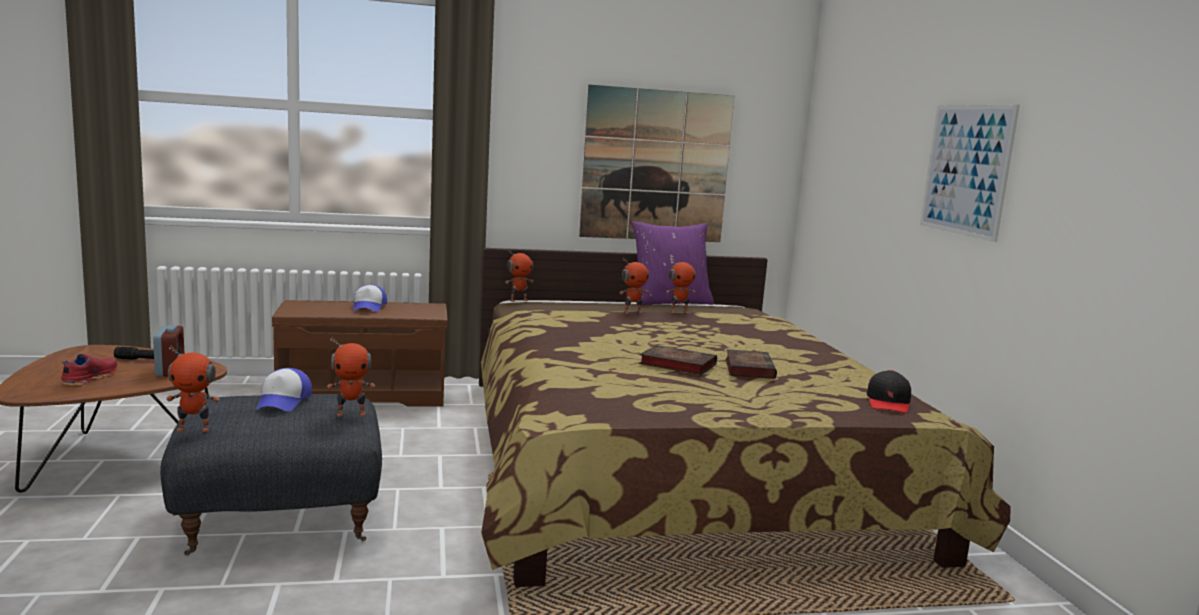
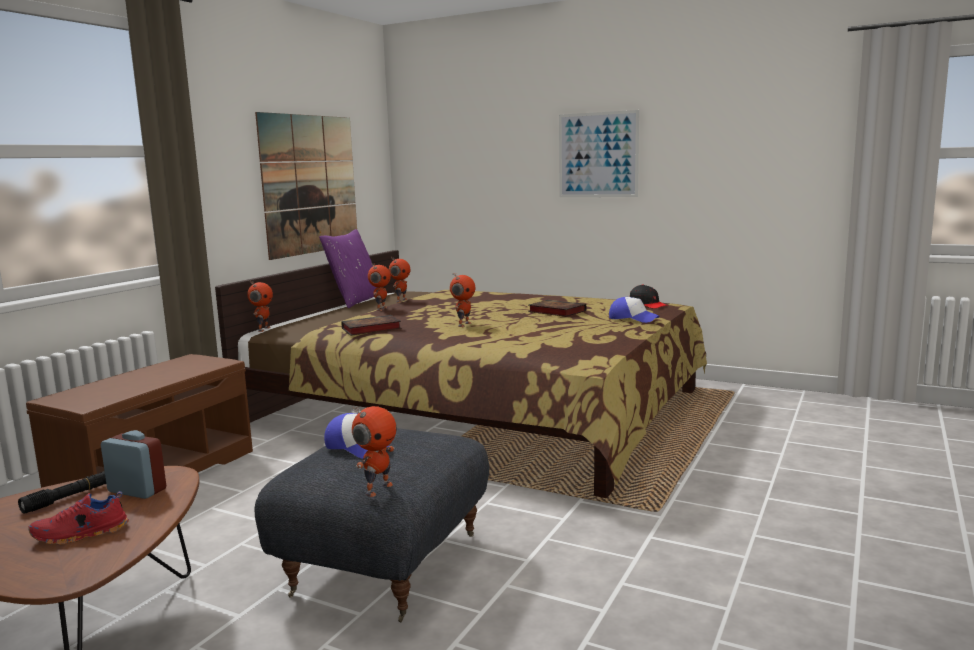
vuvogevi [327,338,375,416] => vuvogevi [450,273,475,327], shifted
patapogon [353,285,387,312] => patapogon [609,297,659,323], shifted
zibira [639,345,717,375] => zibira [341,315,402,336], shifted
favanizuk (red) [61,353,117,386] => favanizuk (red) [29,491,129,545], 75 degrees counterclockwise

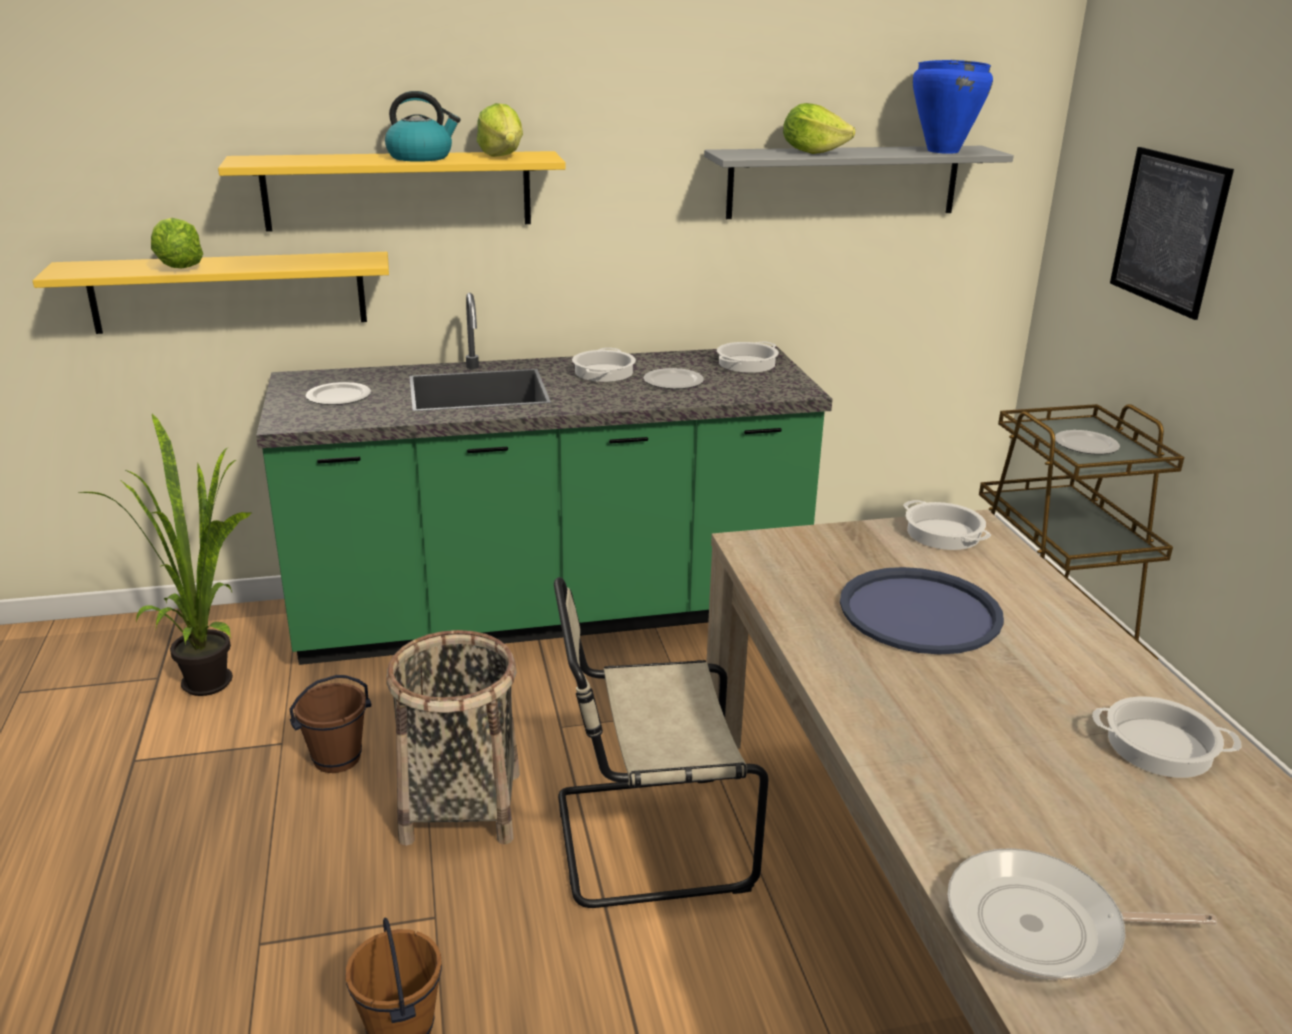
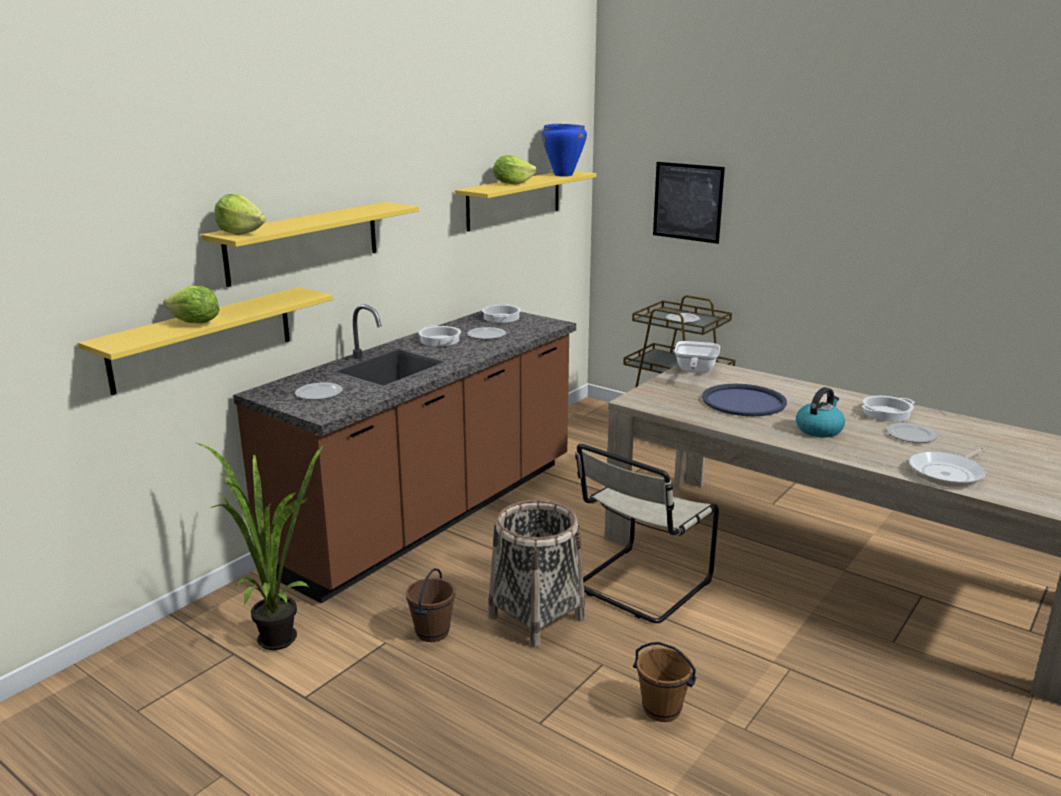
nothing => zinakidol [886,423,937,443]
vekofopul [385,91,461,162] => vekofopul [796,387,845,437], shifted
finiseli [477,103,523,157] => finiseli [214,194,266,235], shifted
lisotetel [903,500,991,550] => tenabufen [674,341,720,373]
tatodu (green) [256,293,832,665] => tatodu (brown) [233,304,576,604]
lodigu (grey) [704,146,1014,219] => lodigu (yellow) [455,171,597,232]

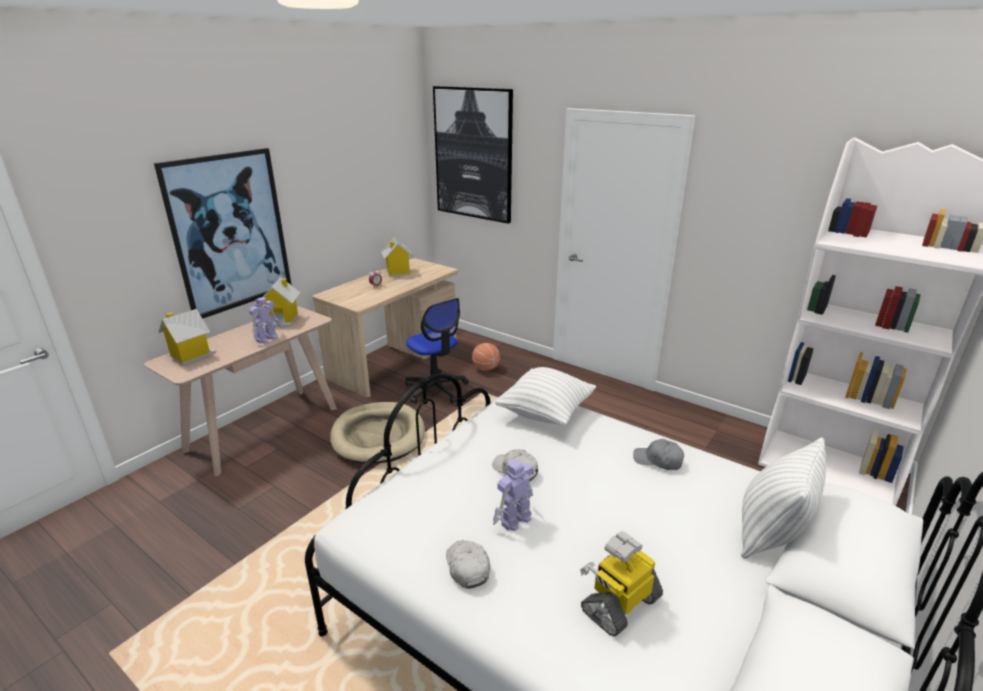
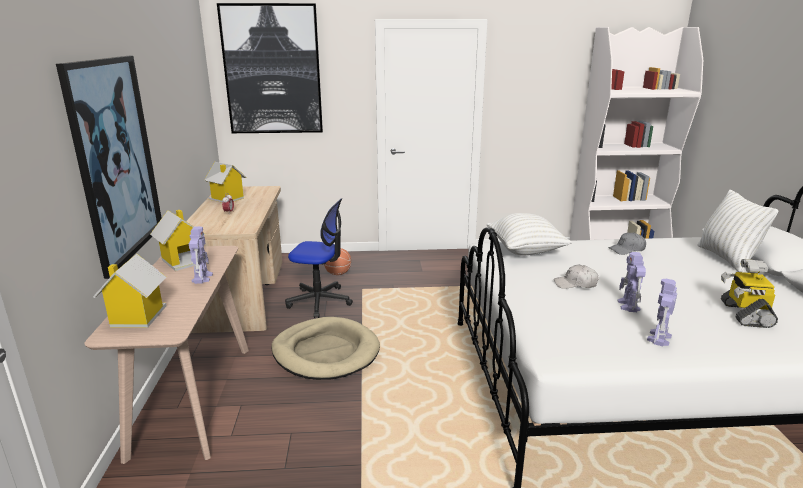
patapogon (white) [446,540,490,589] => vuvogevi [647,279,677,347]

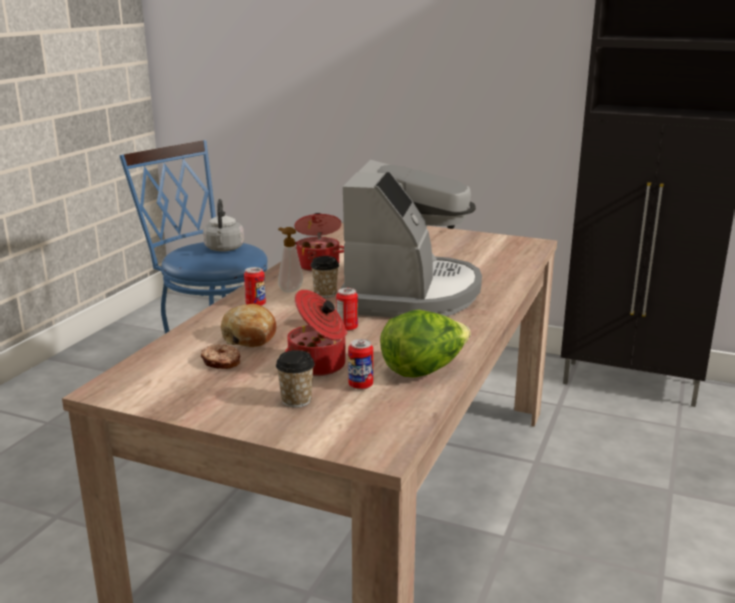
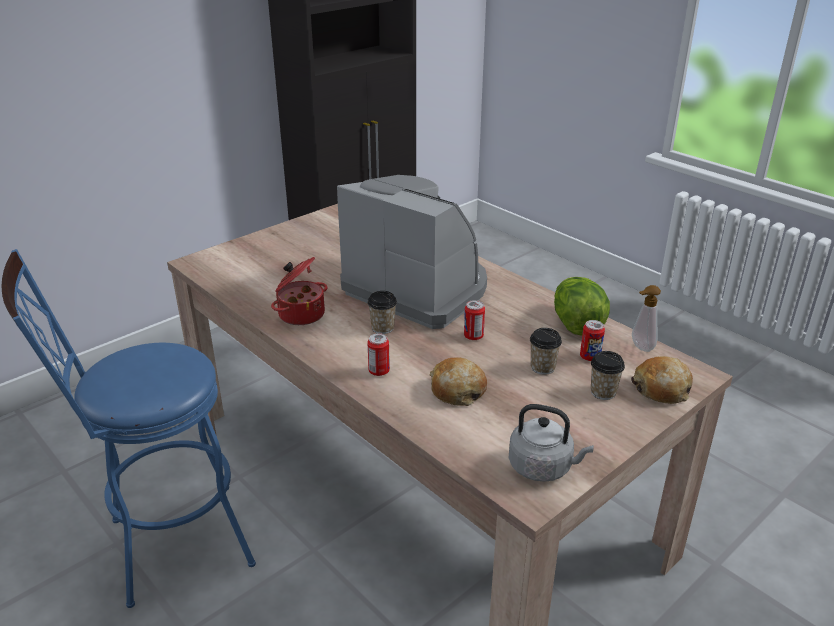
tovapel [201,344,240,369] => nothing
nothing => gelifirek [631,356,693,404]
vekofopul (grey) [203,199,244,252] => vekofopul (grey) [509,404,594,482], shifted
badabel [278,227,303,293] => badabel [632,285,661,352], shifted
lisotetel [285,290,347,376] => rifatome [530,328,562,375]

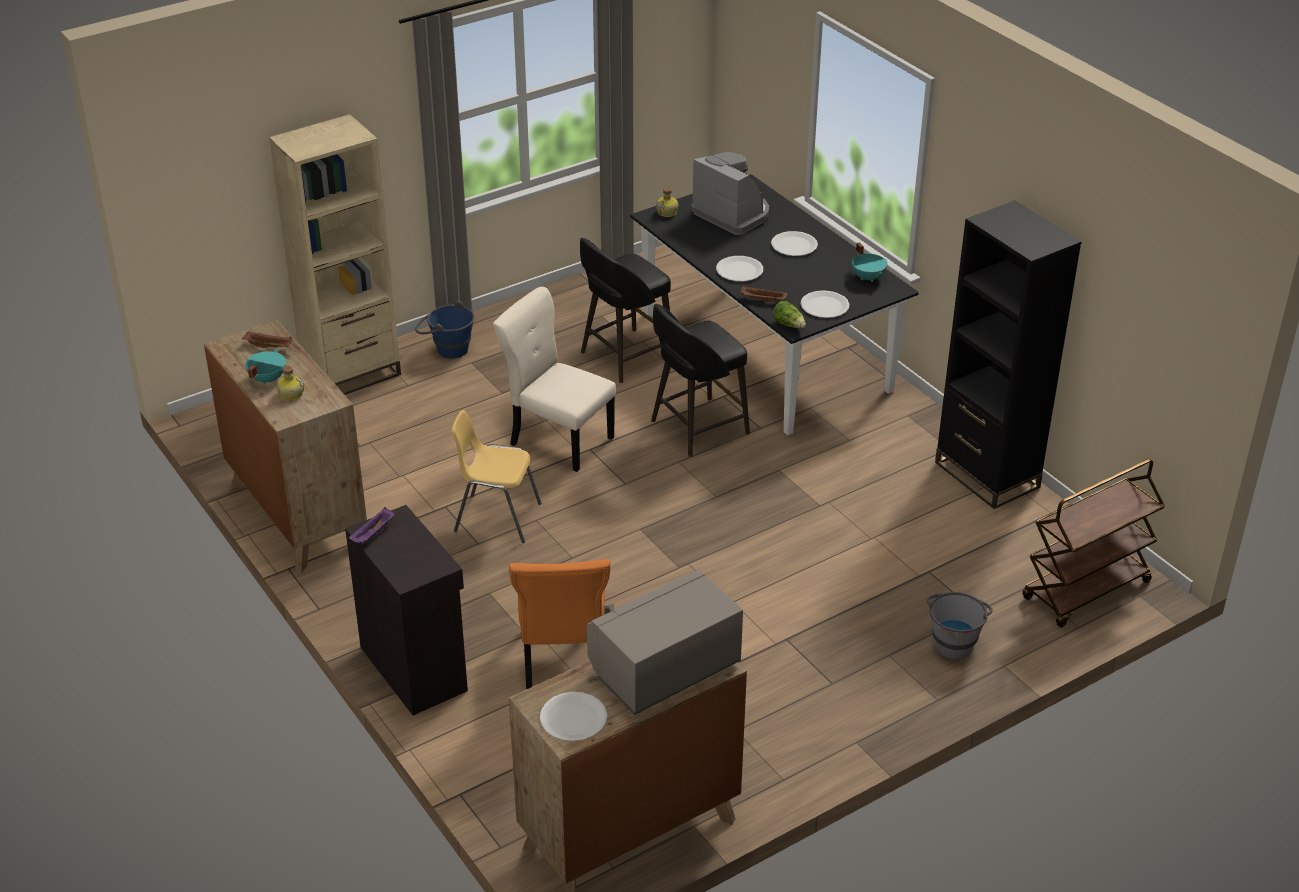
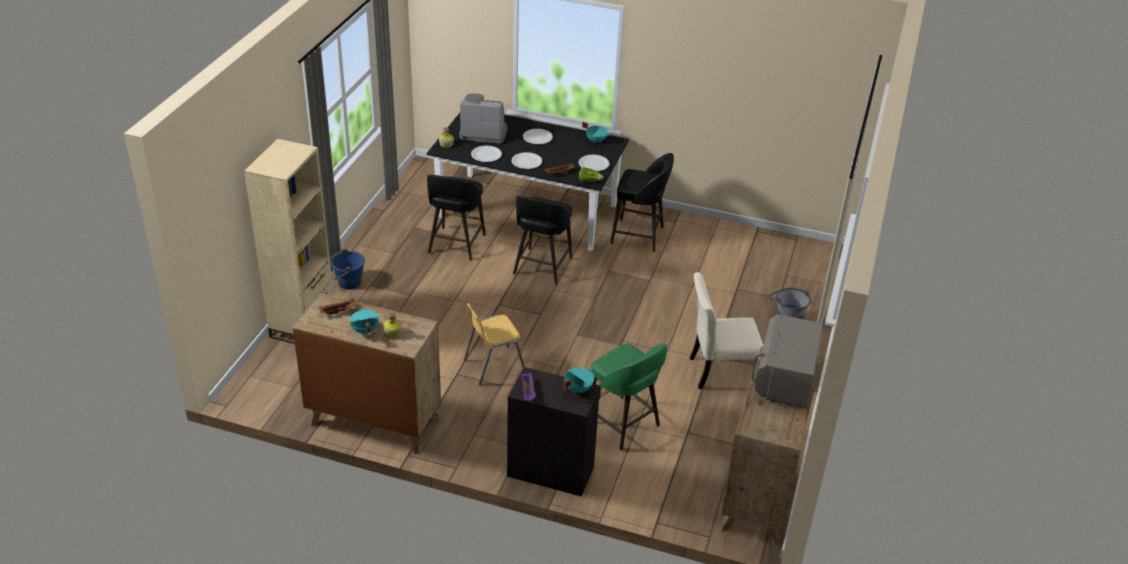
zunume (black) [935,200,1082,509] => nothing
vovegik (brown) [1022,459,1165,627] => nothing
nothing => lisotetel (turquoise) [563,368,594,393]
nothing => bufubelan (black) [610,153,674,252]
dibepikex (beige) [493,287,616,472] => dibepikex (beige) [690,272,764,389], shifted
zinakidol (white) [540,692,607,741] => zinakidol (white) [471,146,502,162], shifted
dibepikex (orange) [509,559,611,689] => bufubelan (green) [591,343,667,450]

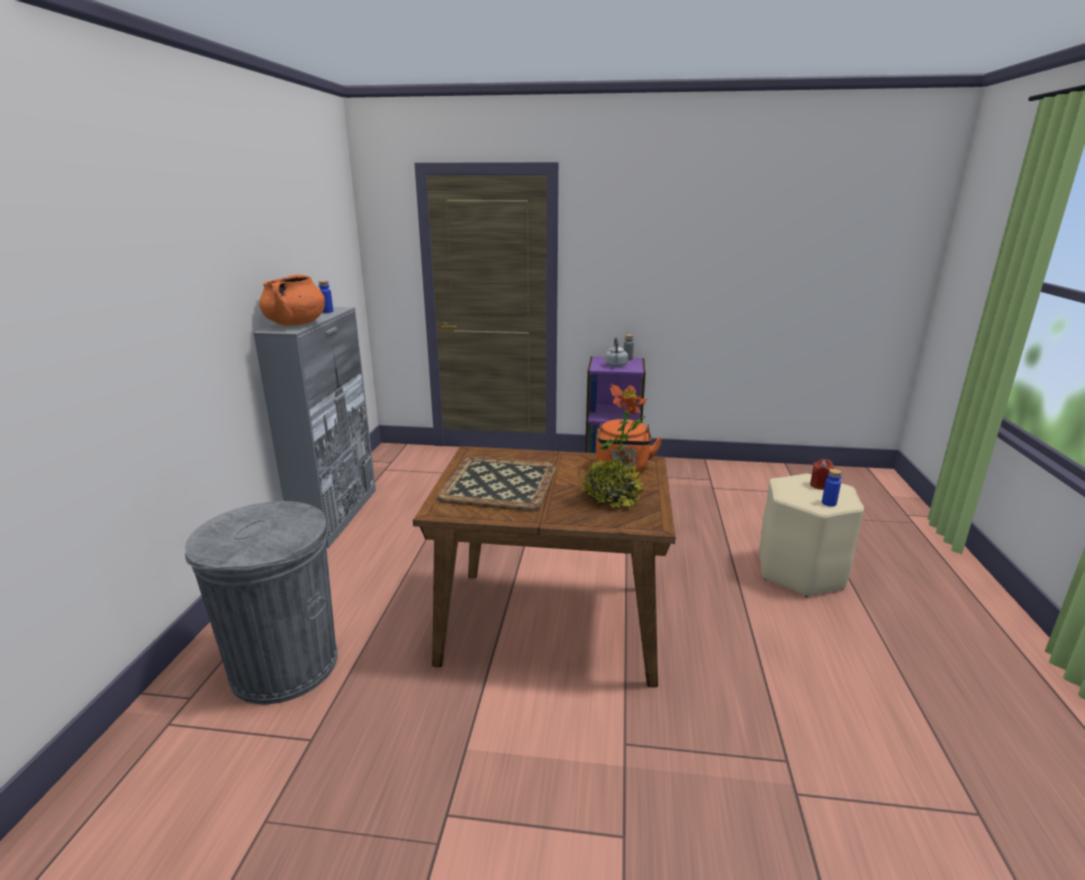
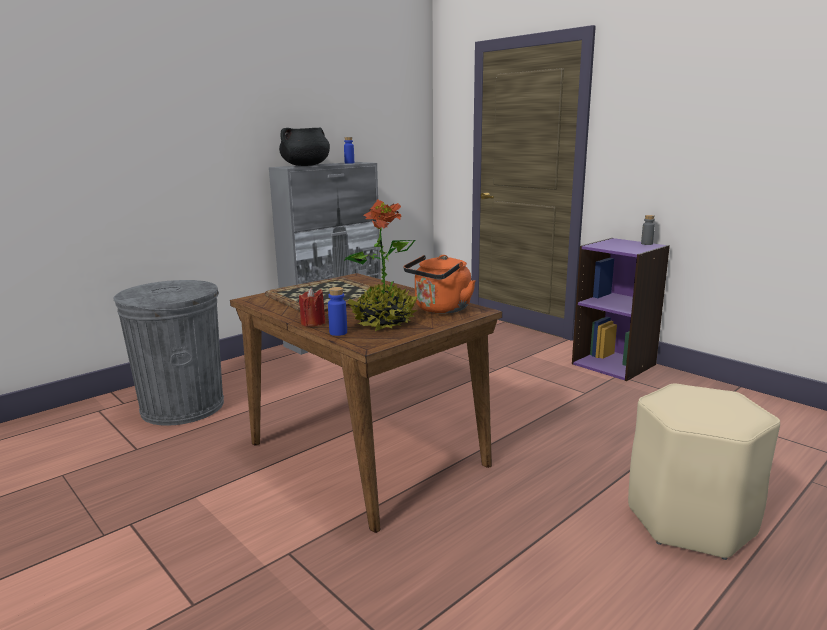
vekofopul (grey) [605,337,628,367] => nothing
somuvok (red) [810,459,834,490] => somuvok (red) [299,288,326,327], shifted
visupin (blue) [822,469,842,507] => visupin (blue) [328,287,347,336], shifted
lisotetel (orange) [259,274,325,326] => lisotetel (black) [279,127,330,166]

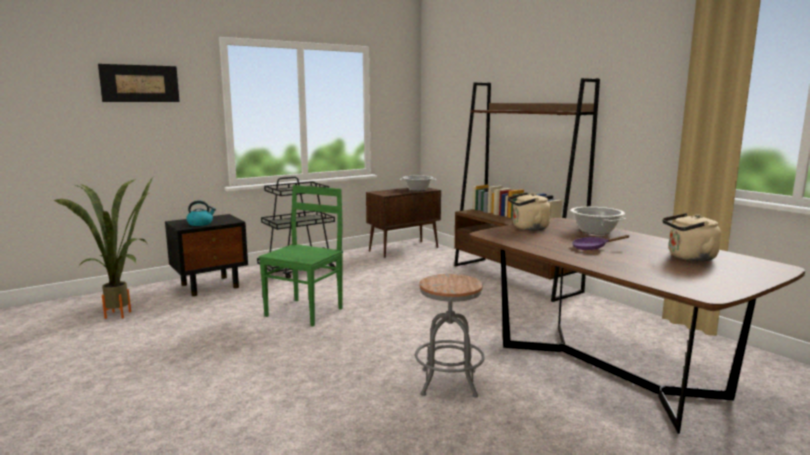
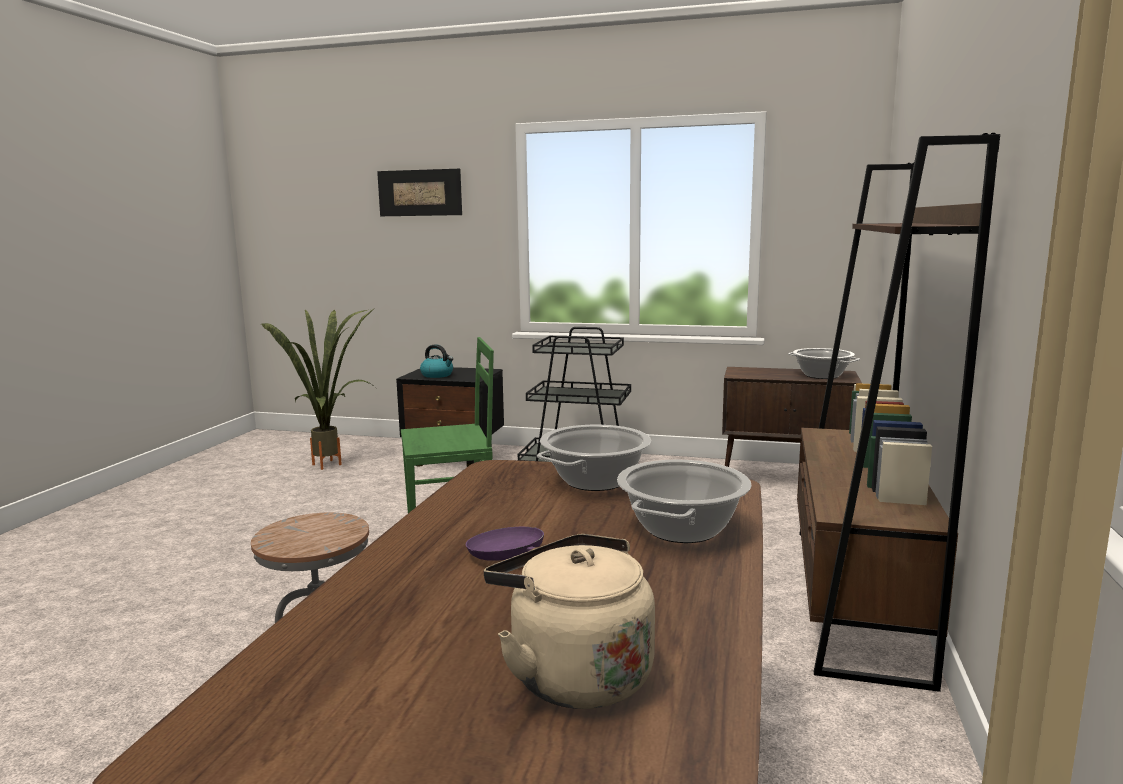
vekofopul (beige) [508,193,551,231] => lisotetel [537,425,651,491]

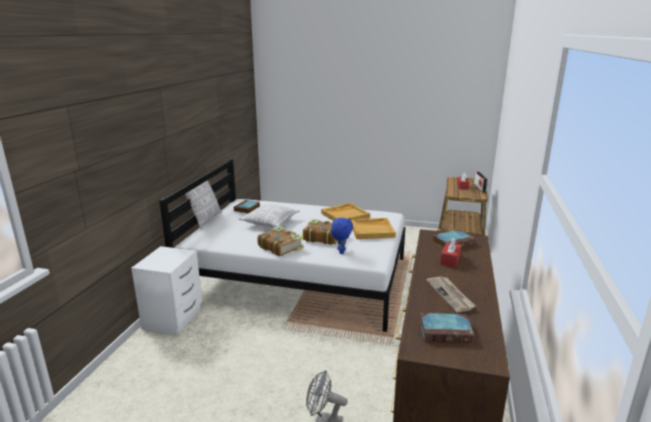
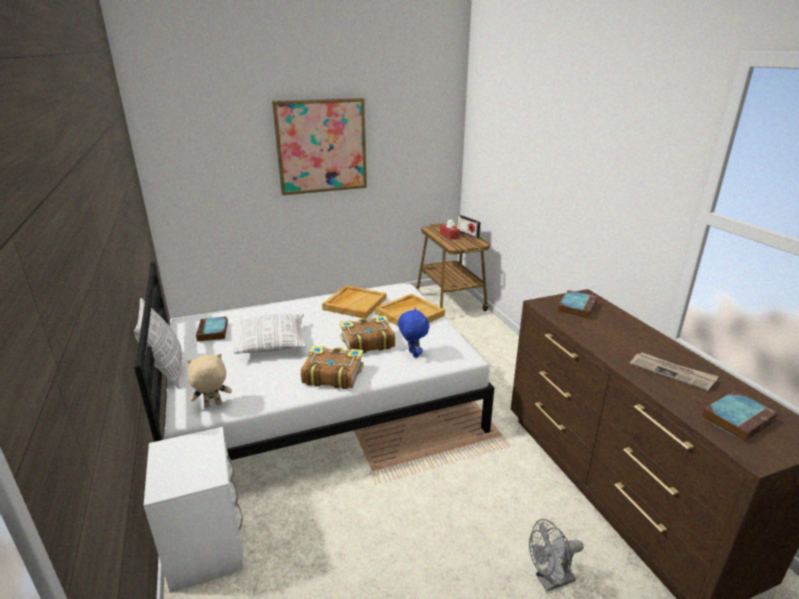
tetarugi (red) [440,238,461,268] => nothing
nothing => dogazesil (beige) [187,354,232,408]
nothing => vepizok [272,98,367,195]

